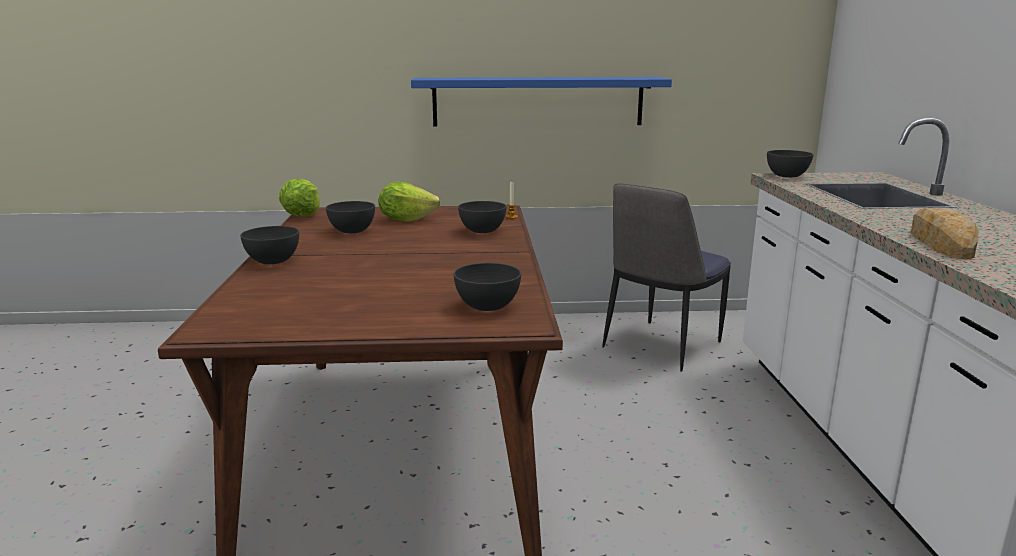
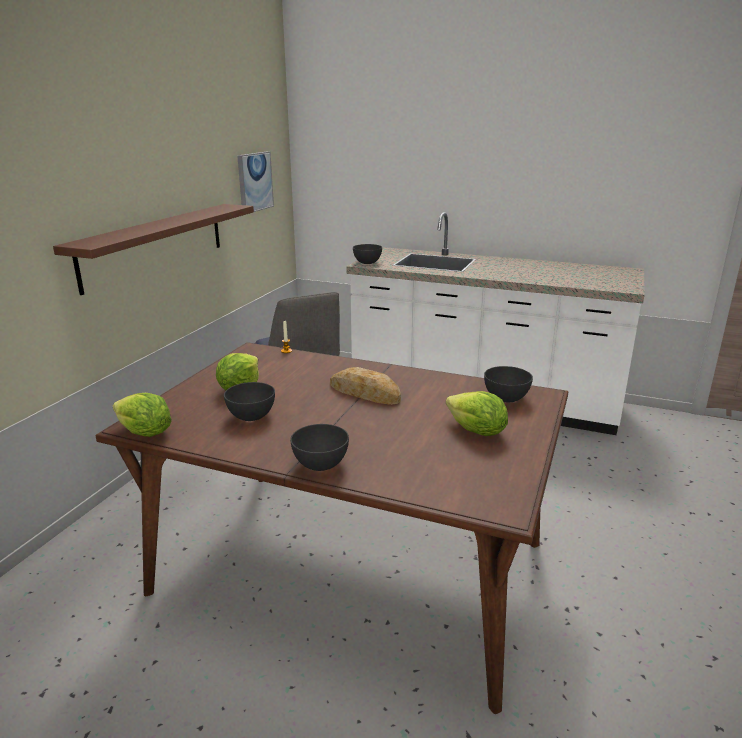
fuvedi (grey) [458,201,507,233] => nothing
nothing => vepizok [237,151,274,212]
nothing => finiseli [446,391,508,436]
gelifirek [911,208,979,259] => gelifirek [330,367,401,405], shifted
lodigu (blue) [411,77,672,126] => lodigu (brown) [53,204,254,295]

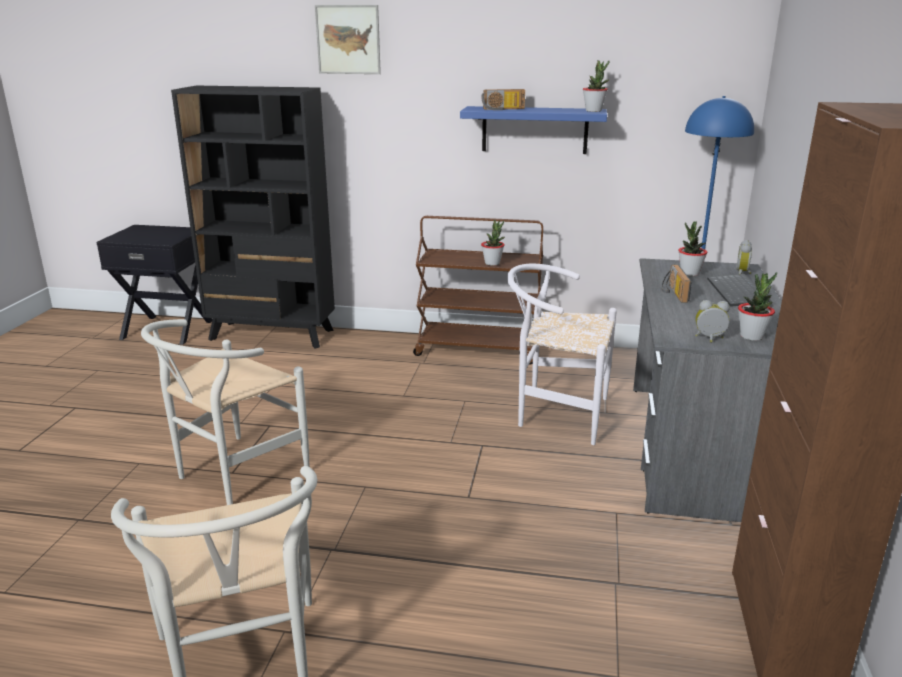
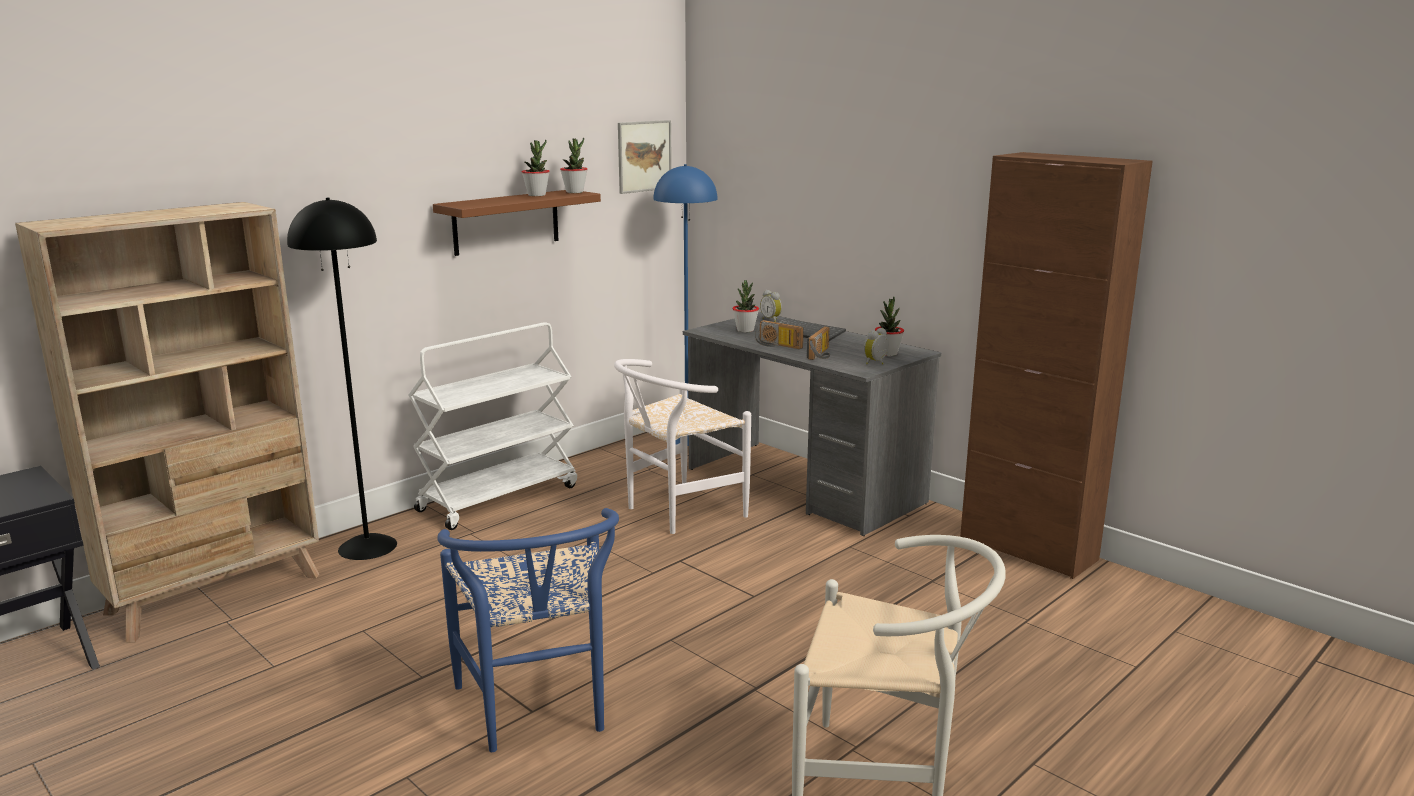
nothing => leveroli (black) [287,198,397,560]
vepizok [315,5,381,74] => vepizok [618,120,672,194], shifted
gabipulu [481,89,525,110] => gabipulu [807,326,830,360], shifted
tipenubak [481,220,505,266] => tipenubak [522,140,550,196], shifted
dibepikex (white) [141,319,310,505] => dibepikex (blue) [437,508,619,752]
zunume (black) [171,86,335,348] => zunume (beige) [15,202,319,642]
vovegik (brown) [413,216,543,364] => vovegik (white) [408,322,577,530]
lodigu (blue) [460,106,607,154] => lodigu (brown) [433,190,601,256]

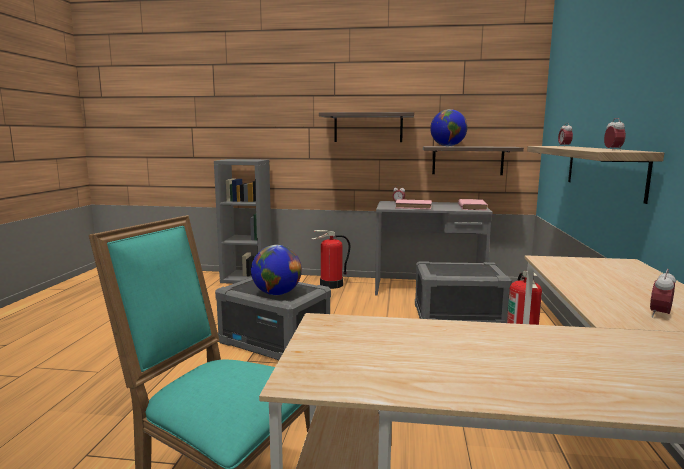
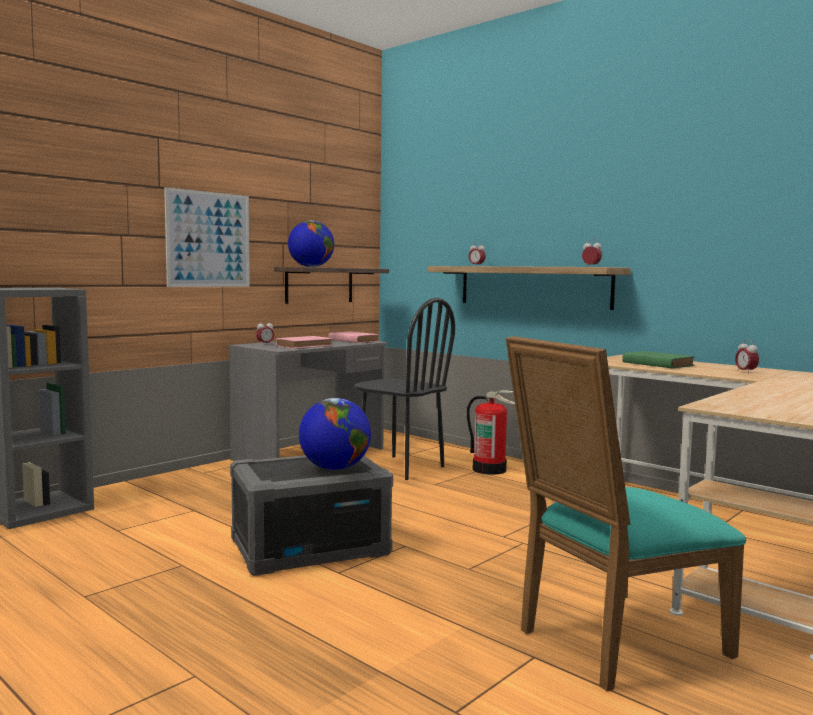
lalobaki [312,230,350,289] => nothing
nothing => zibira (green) [622,351,695,369]
lodigu [319,112,414,142] => vepizok [164,187,250,287]
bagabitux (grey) [415,261,512,323] => dibepikex (black) [354,298,455,480]

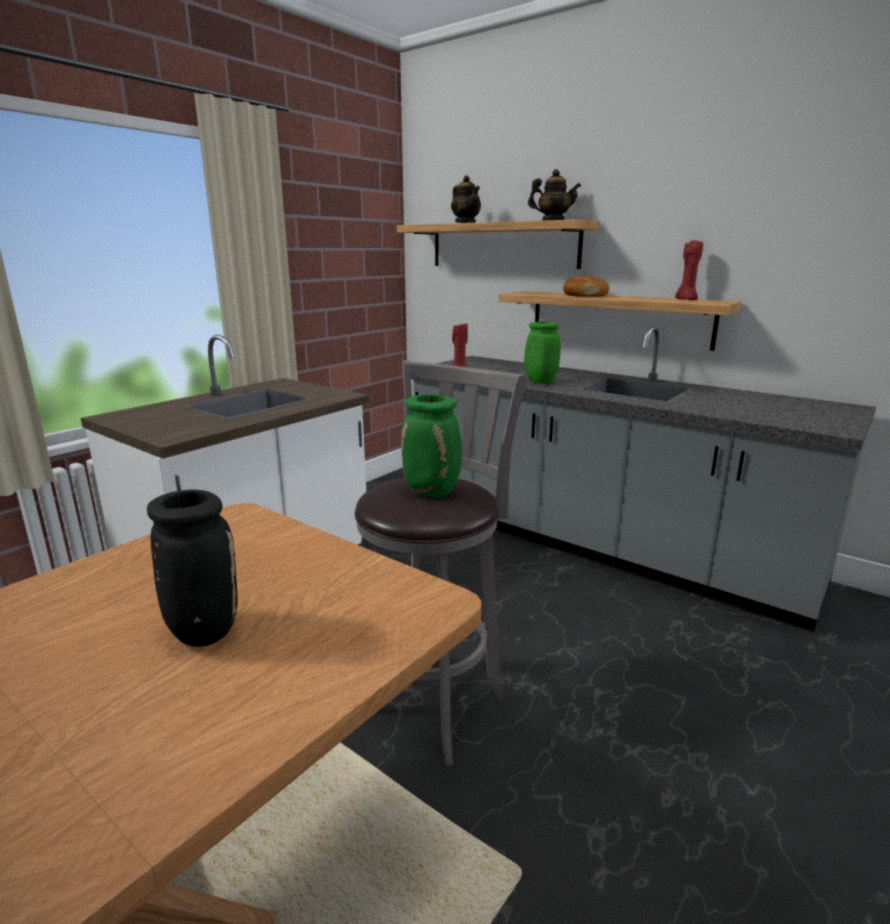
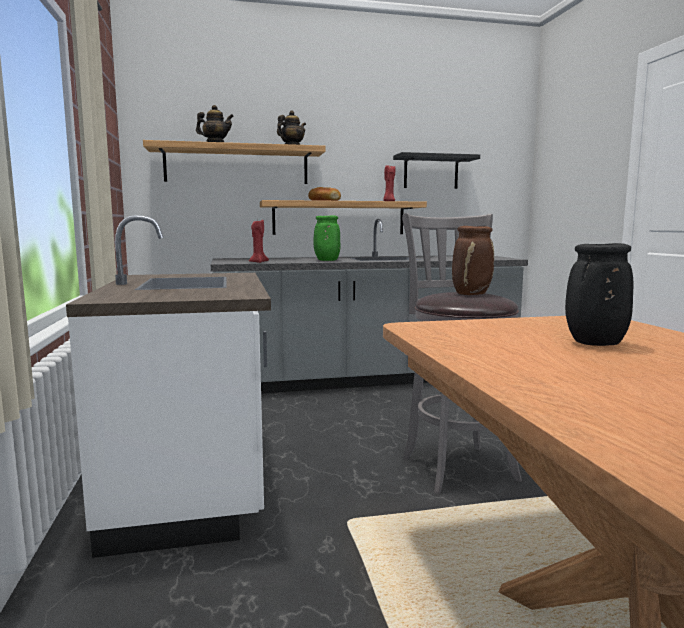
nothing => lodigu (black) [393,152,480,189]
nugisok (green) [401,394,462,498] => nugisok (brown) [452,226,494,295]

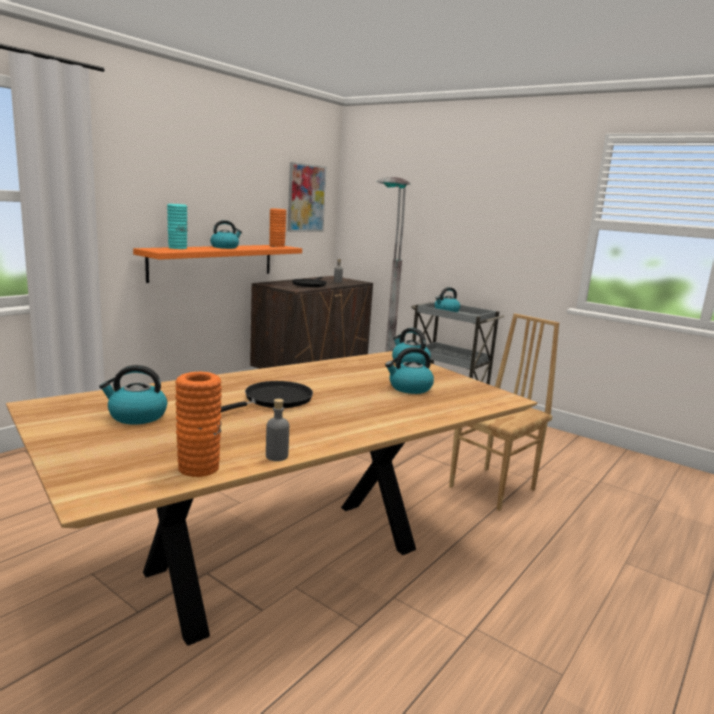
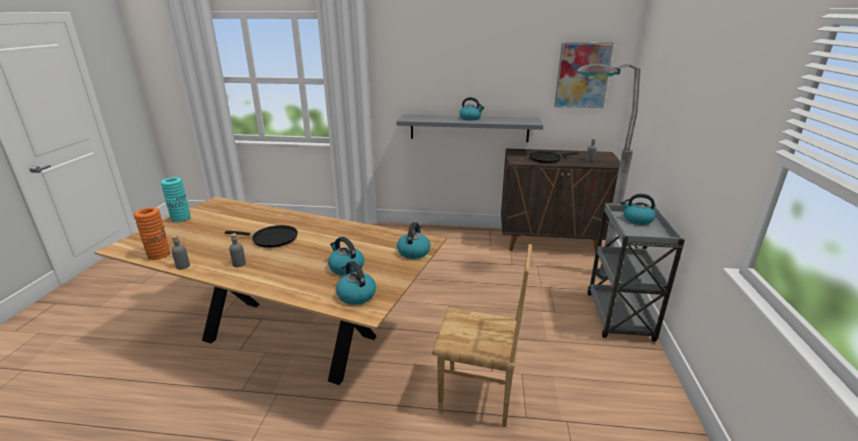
nugisok (orange) [269,208,287,247] => nothing
nothing => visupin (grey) [229,233,246,267]
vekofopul [99,365,167,425] => vekofopul [336,261,376,305], shifted
nugisok (turquoise) [167,204,188,249] => nugisok (turquoise) [160,177,191,222], shifted
lodigu (orange) [133,245,302,283] => lodigu (grey) [396,115,543,142]

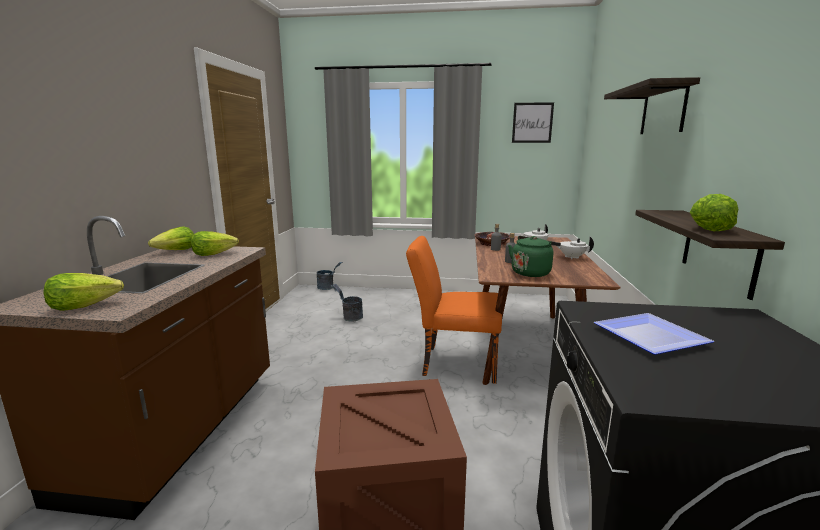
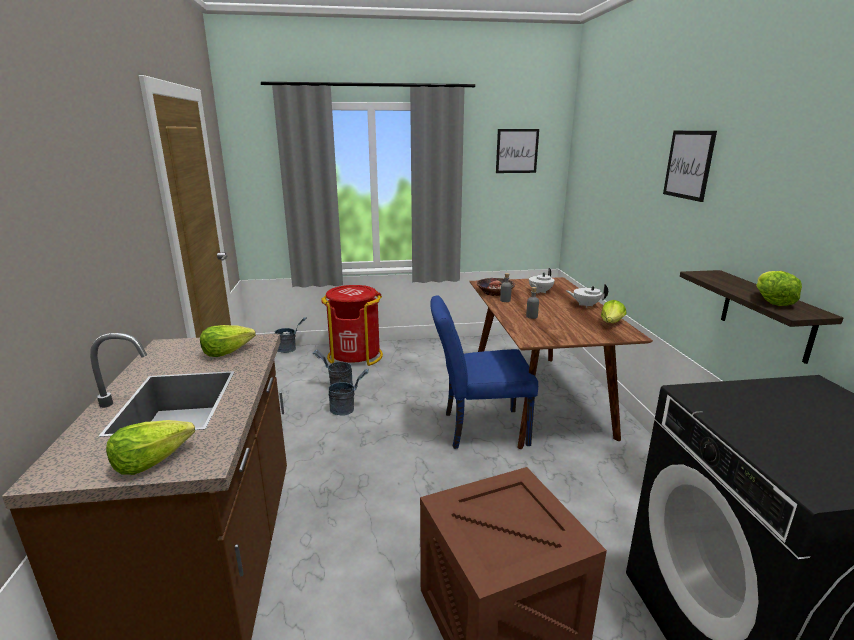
vekofopul (green) [508,236,561,277] => nothing
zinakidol [594,313,714,355] => nothing
nothing => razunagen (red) [321,285,383,366]
nothing => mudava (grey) [328,369,369,416]
finiseli [148,226,194,250] => finiseli [601,300,626,323], shifted
lodigu [604,77,700,134] => vepizok [663,131,717,202]
dibepikex (orange) [406,236,502,384] => dibepikex (blue) [431,295,538,449]

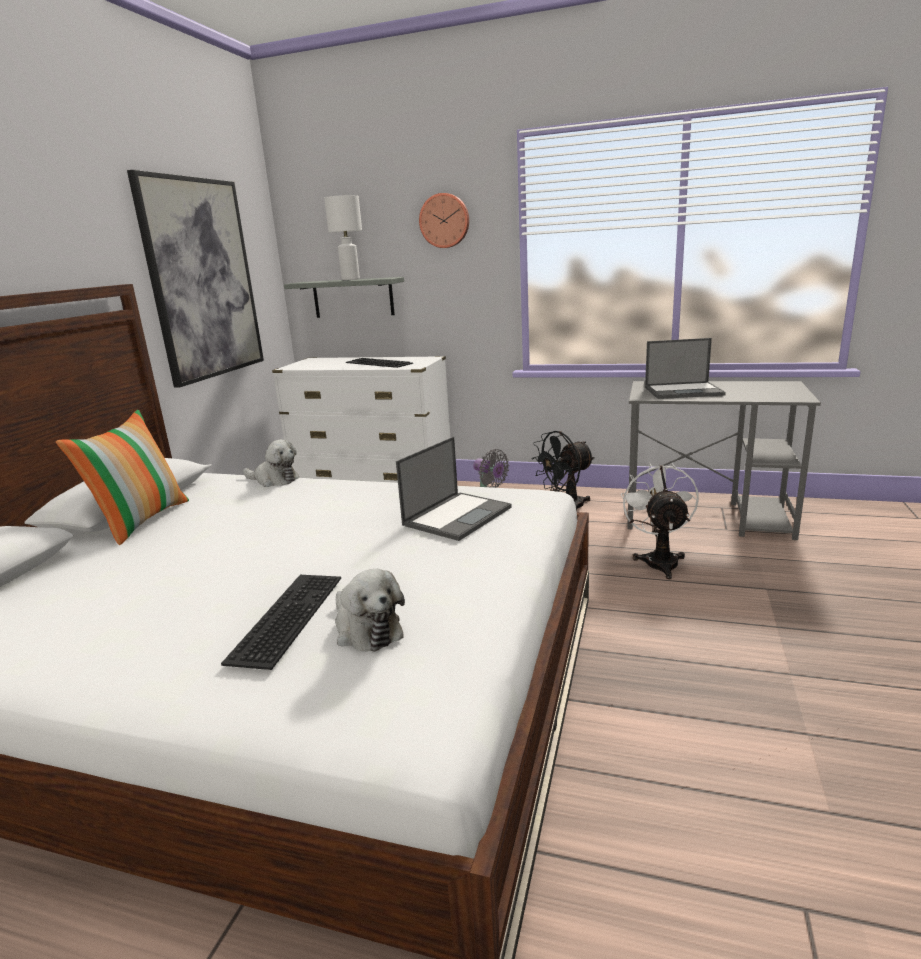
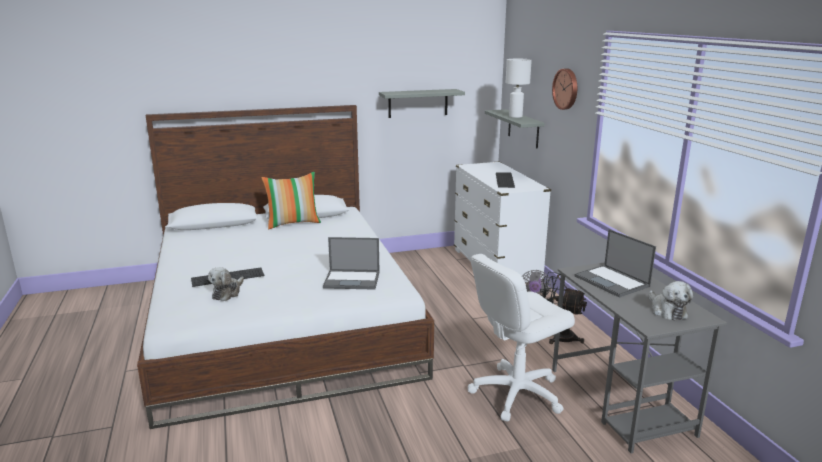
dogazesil [243,439,299,487] => dogazesil [649,281,693,321], shifted
vepizok [127,170,264,388] => lodigu (grey) [379,89,465,118]
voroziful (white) [621,463,699,579] => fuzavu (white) [468,254,575,421]

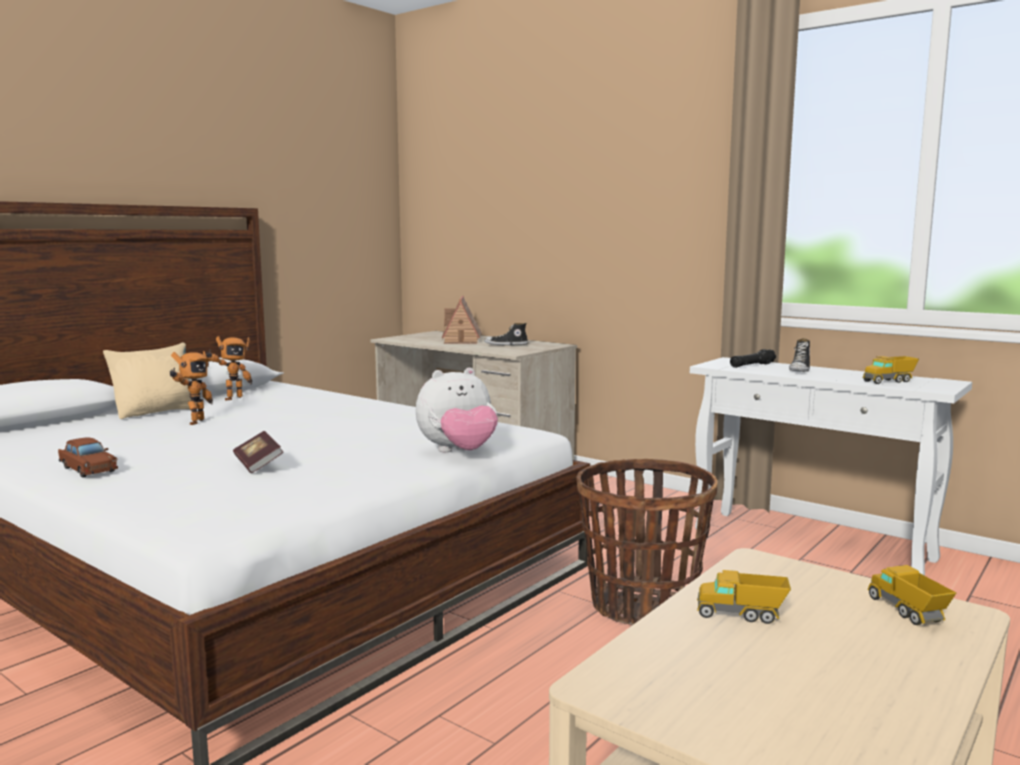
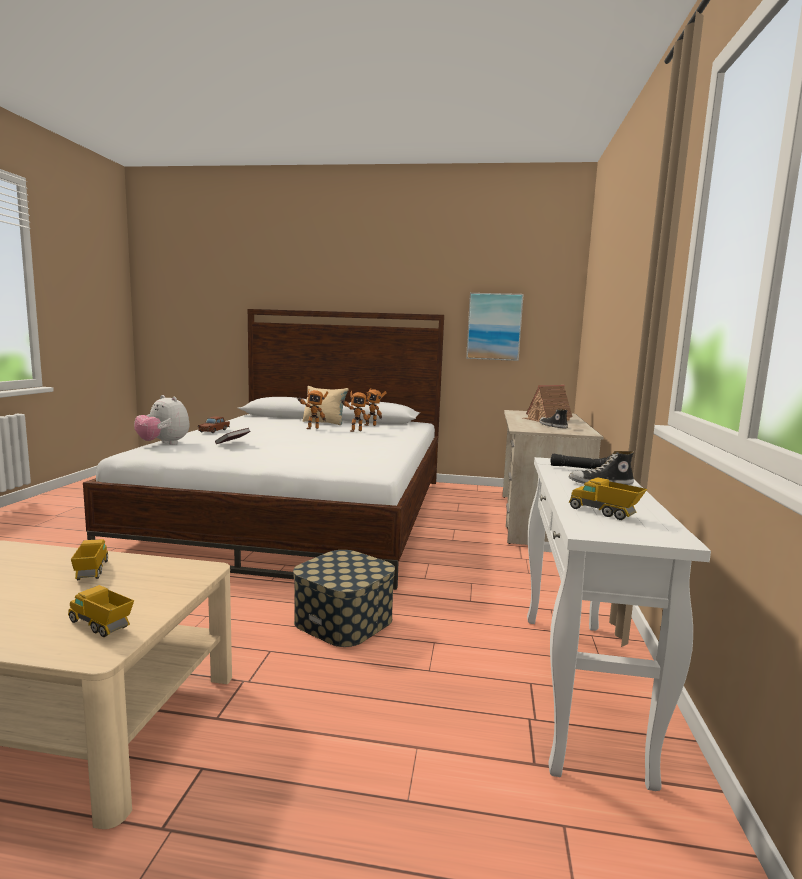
nothing => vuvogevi [341,391,371,432]
nothing => vepizok [466,293,524,361]
dogazesil [416,368,498,452] => dogazesil [134,395,189,445], shifted
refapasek [576,459,718,625] => bagabitux [293,550,395,647]
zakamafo [868,565,956,625] => zakamafo [68,585,134,637], 105 degrees counterclockwise

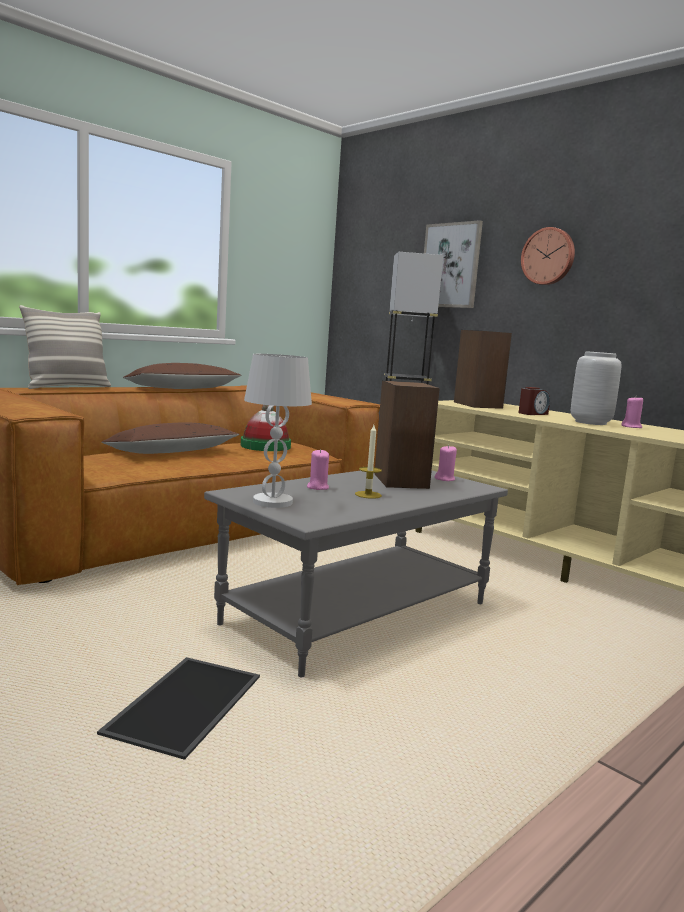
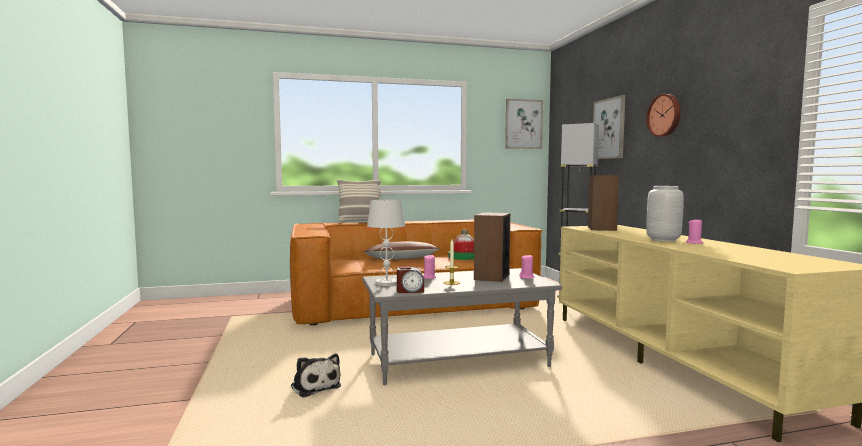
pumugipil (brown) [123,363,242,389] => nothing
nothing => vepizok [505,99,543,149]
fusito [519,387,550,415] => fusito [397,267,424,293], shifted
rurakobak [97,657,260,760] => dogazesil [291,353,341,397]

